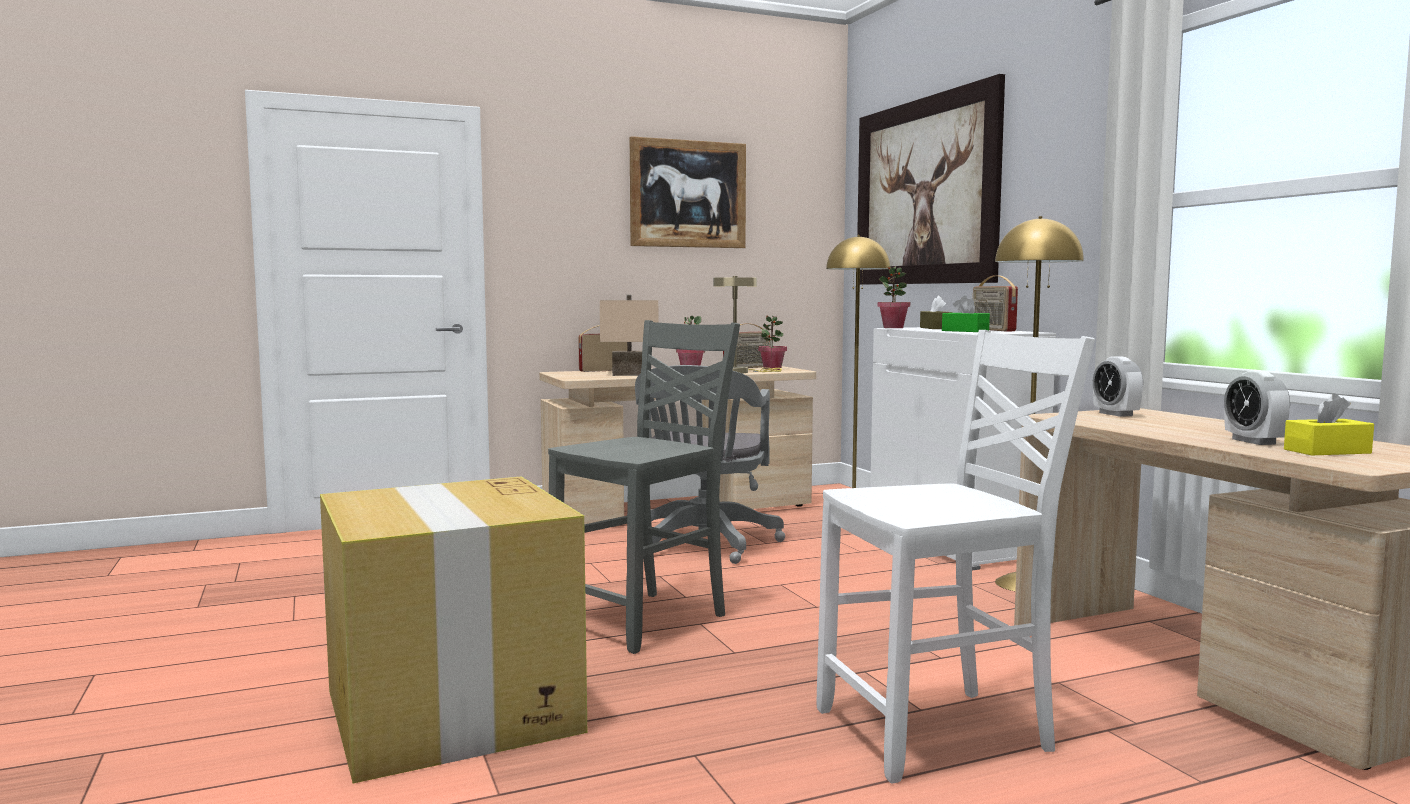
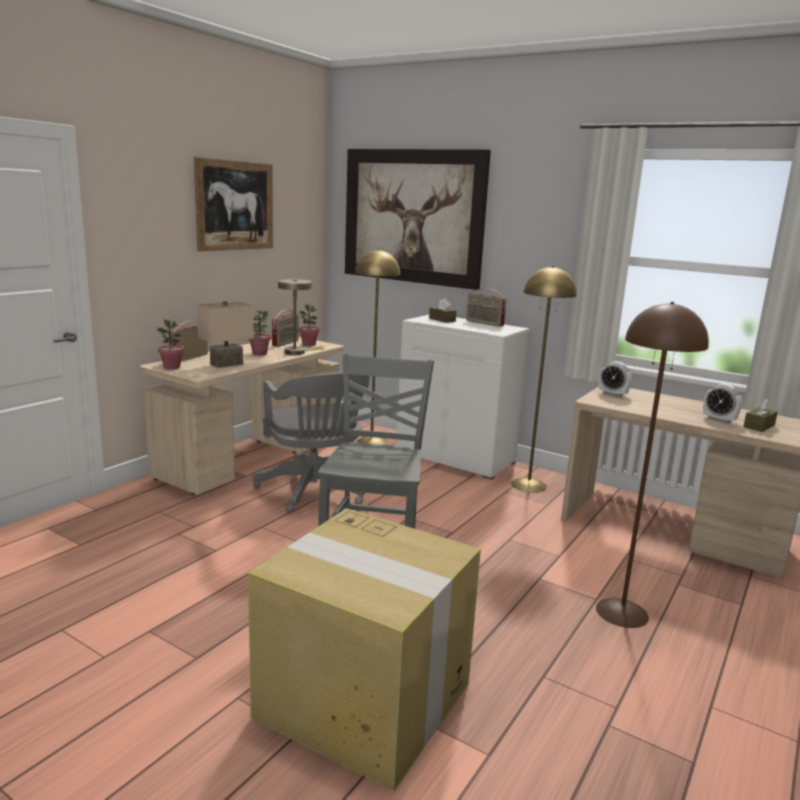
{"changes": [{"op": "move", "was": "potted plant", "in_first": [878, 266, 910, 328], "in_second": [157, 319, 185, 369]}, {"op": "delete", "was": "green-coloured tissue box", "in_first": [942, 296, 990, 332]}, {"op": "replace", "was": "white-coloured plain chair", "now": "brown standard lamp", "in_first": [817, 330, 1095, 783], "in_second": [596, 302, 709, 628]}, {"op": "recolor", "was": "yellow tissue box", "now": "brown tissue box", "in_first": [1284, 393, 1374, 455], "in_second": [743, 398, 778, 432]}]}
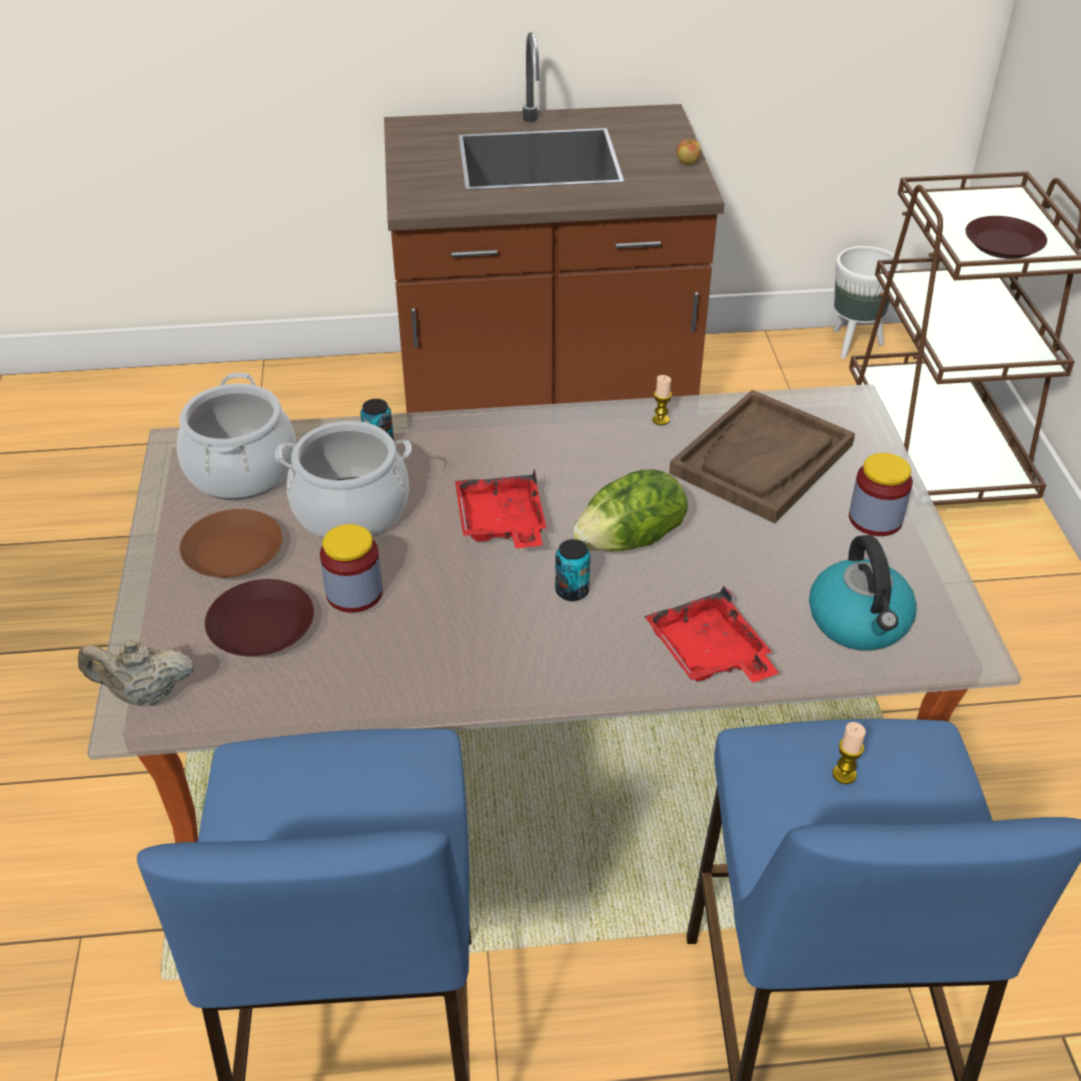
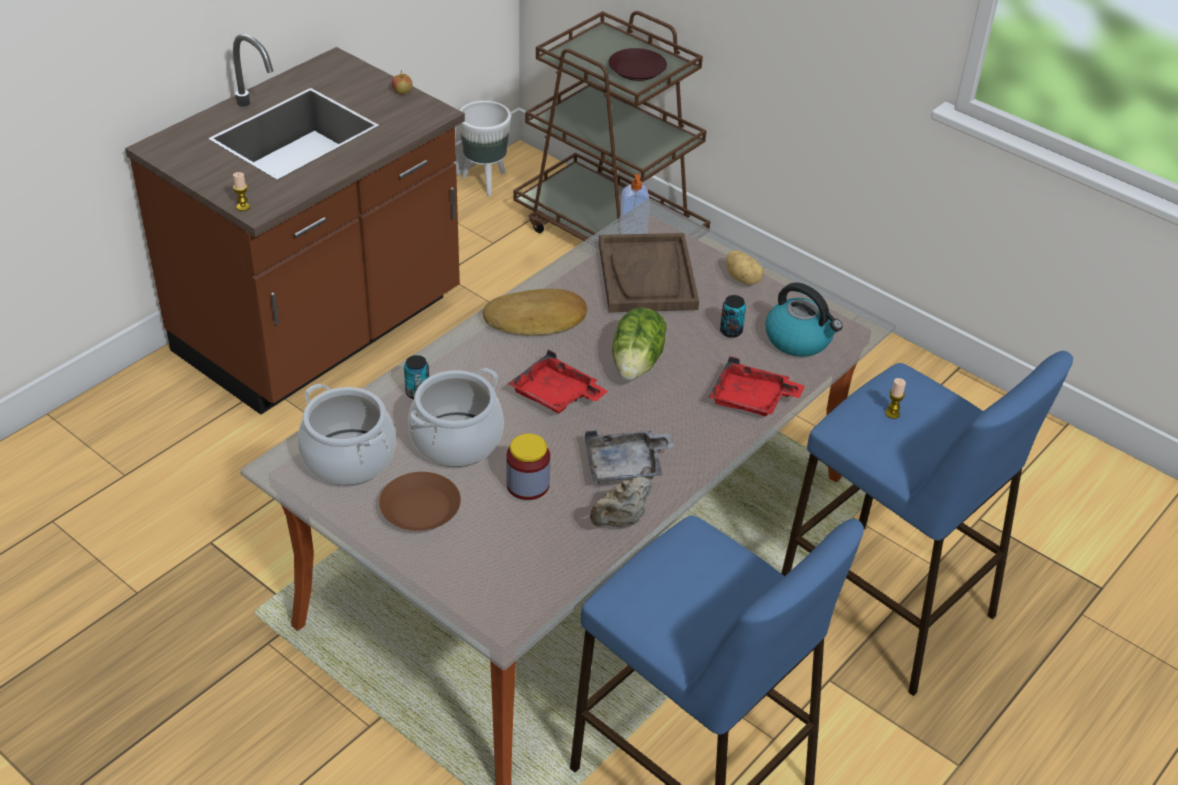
{"changes": [{"op": "move", "was": "candle", "in_first": [652, 375, 672, 425], "in_second": [233, 172, 250, 211]}, {"op": "replace", "was": "storage jar", "now": "whole potato", "in_first": [849, 453, 913, 536], "in_second": [726, 250, 764, 285]}, {"op": "move", "was": "metal can", "in_first": [555, 539, 590, 601], "in_second": [720, 295, 746, 338]}, {"op": "delete", "was": "brown flat dish", "in_first": [205, 579, 314, 656]}, {"op": "move", "was": "beige pot for tea", "in_first": [78, 640, 194, 706], "in_second": [590, 477, 652, 528]}, {"op": "insert", "now": "soap bottle", "in_second": [620, 174, 650, 234]}, {"op": "insert", "now": "baked bread", "in_second": [483, 289, 587, 336]}, {"op": "insert", "now": "grey serving tray", "in_second": [585, 430, 674, 485]}]}
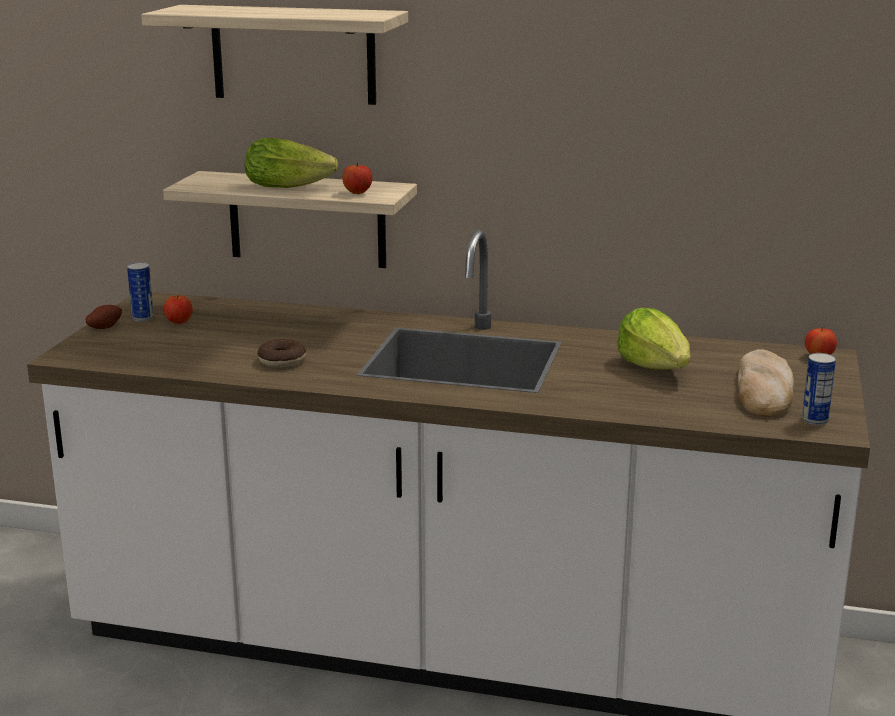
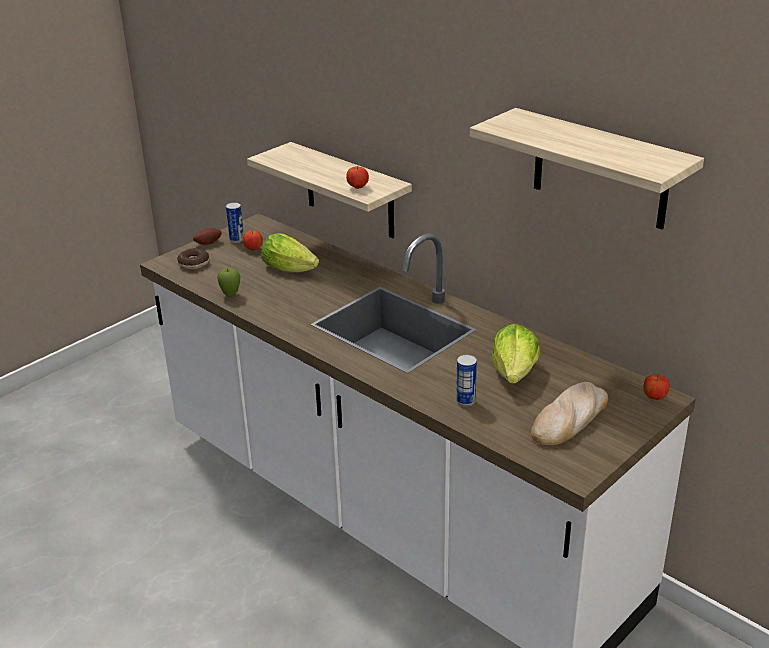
{"changes": [{"op": "move", "was": "bracket shelf", "in_first": [141, 5, 408, 105], "in_second": [470, 108, 704, 230]}, {"op": "move", "was": "head of lettuce", "in_first": [245, 138, 338, 188], "in_second": [261, 233, 319, 273]}, {"op": "move", "was": "ring doughnut", "in_first": [257, 339, 306, 368], "in_second": [177, 248, 209, 269]}, {"op": "move", "was": "metal can", "in_first": [802, 353, 836, 425], "in_second": [456, 354, 477, 407]}, {"op": "insert", "now": "apple", "in_second": [217, 267, 240, 297]}]}
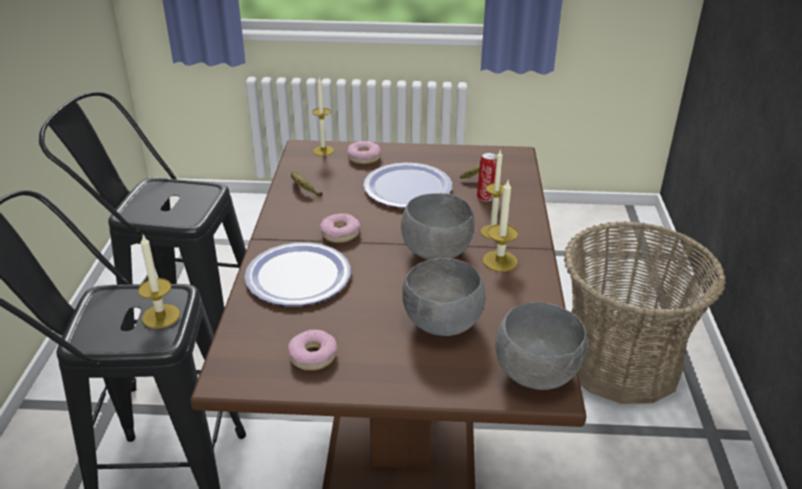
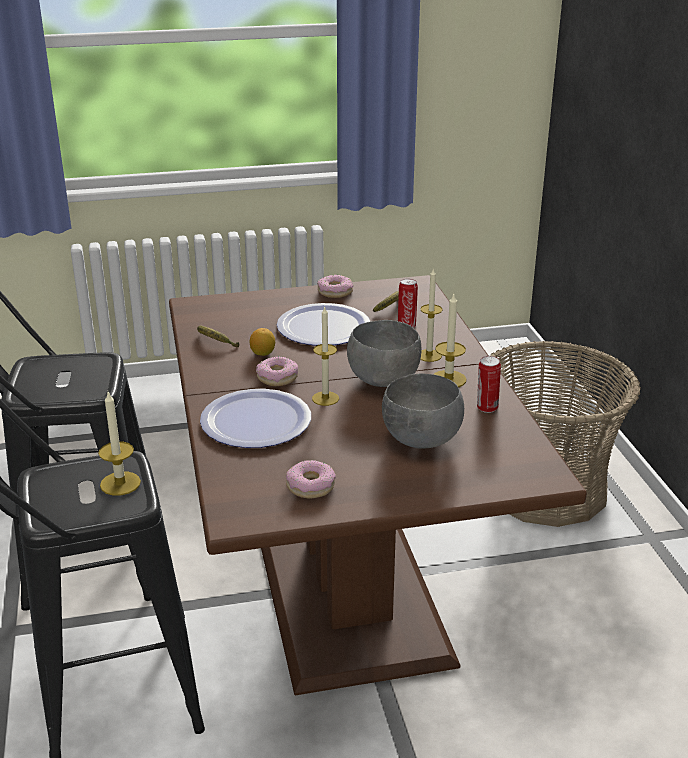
{"changes": [{"op": "move", "was": "candle", "in_first": [312, 77, 334, 156], "in_second": [312, 307, 339, 406]}, {"op": "move", "was": "ring doughnut", "in_first": [347, 141, 381, 164], "in_second": [317, 275, 353, 298]}, {"op": "delete", "was": "grey bowl", "in_first": [495, 302, 587, 390]}, {"op": "insert", "now": "citrus fruit", "in_second": [250, 328, 275, 356]}, {"op": "insert", "now": "metal can", "in_second": [477, 356, 501, 413]}]}
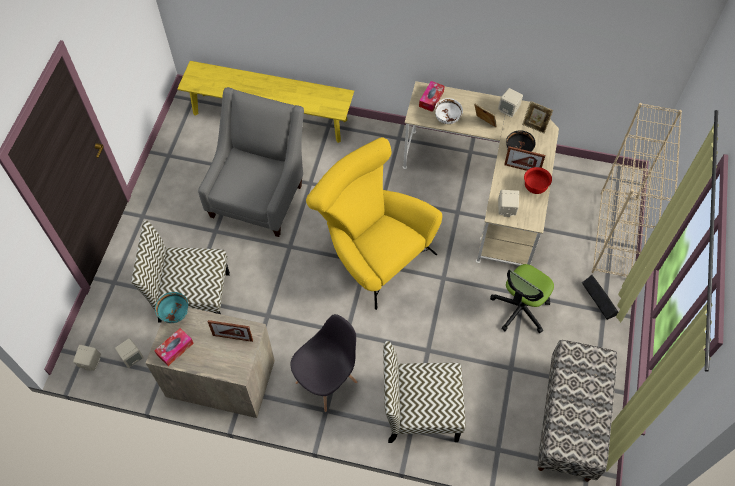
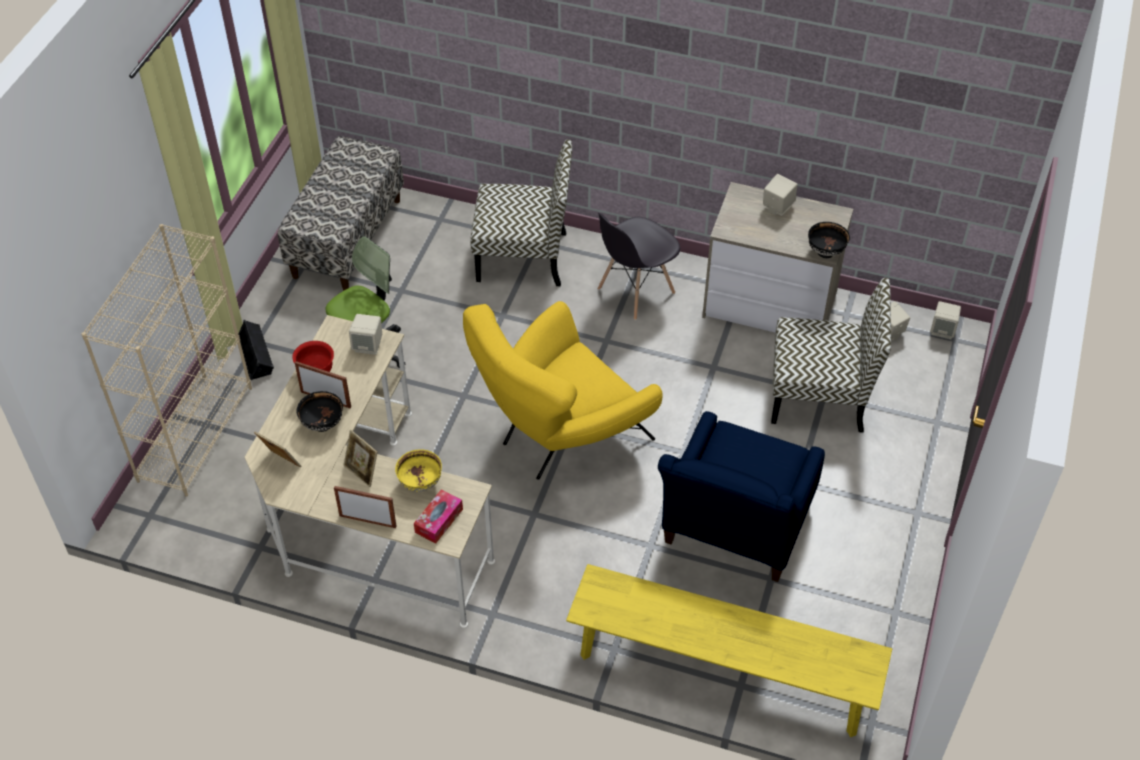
{"changes": [{"op": "recolor", "was": "grey armchair", "now": "blue armchair", "in_first": [198, 87, 304, 237], "in_second": [658, 411, 825, 582]}, {"op": "move", "was": "beige speaker", "in_first": [498, 88, 523, 117], "in_second": [763, 174, 797, 216]}, {"op": "recolor", "was": "white-coloured bowl", "now": "yellow bowl", "in_first": [435, 98, 463, 124], "in_second": [395, 449, 442, 492]}, {"op": "rotate", "was": "yellow armchair", "in_first": [306, 137, 442, 310], "in_second": [463, 301, 663, 480], "clockwise": 90}, {"op": "recolor", "was": "turquoise bowl", "now": "blackish bowl", "in_first": [155, 292, 188, 323], "in_second": [808, 222, 850, 258]}, {"op": "move", "was": "photo frame", "in_first": [208, 320, 253, 342], "in_second": [334, 486, 396, 528]}, {"op": "delete", "was": "tissue box", "in_first": [154, 328, 194, 366]}]}
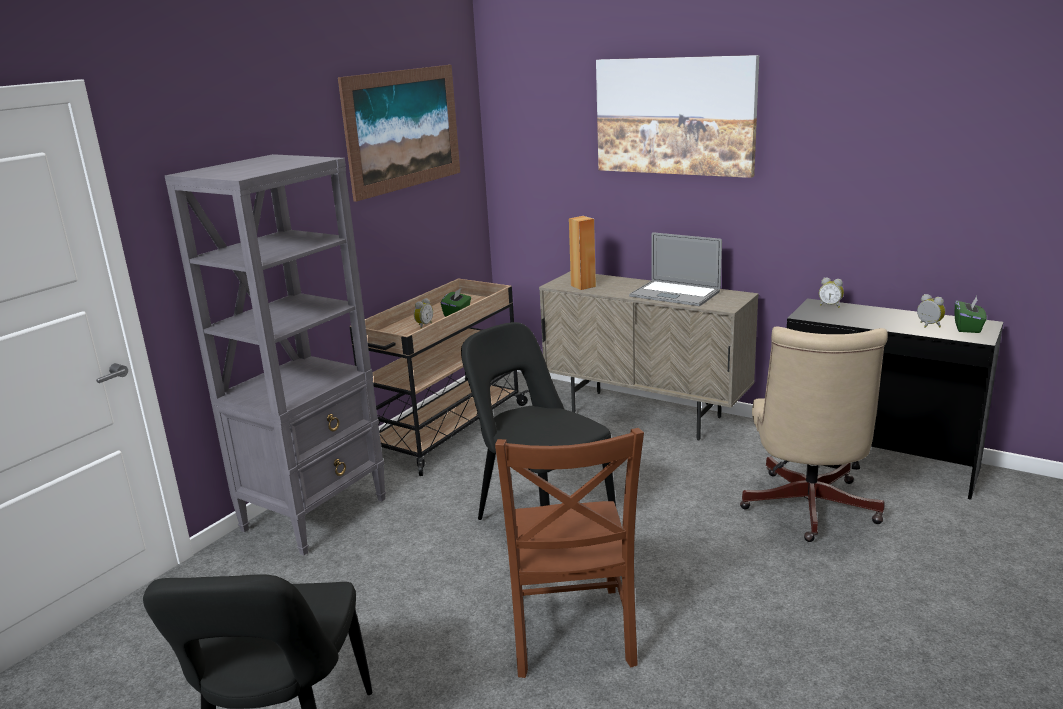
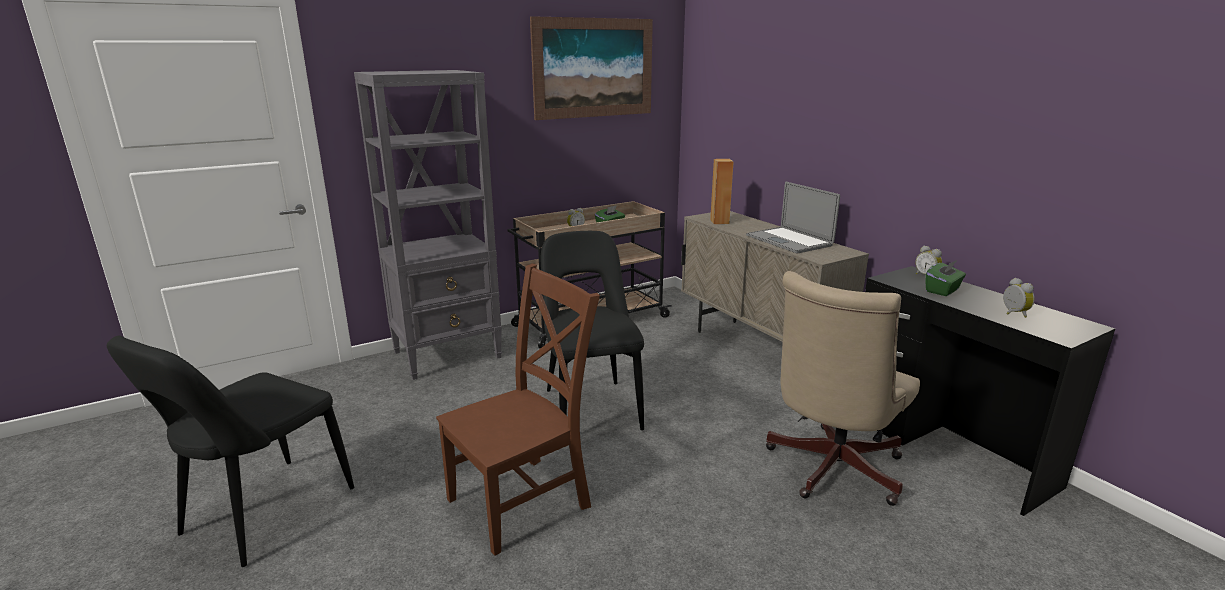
{"changes": [{"op": "delete", "was": "picture", "in_first": [596, 55, 759, 178]}, {"op": "move", "was": "green-coloured tissue box", "in_first": [955, 296, 987, 333], "in_second": [925, 260, 966, 296]}, {"op": "rotate", "was": "brown plain chair", "in_first": [495, 428, 644, 678], "in_second": [436, 264, 600, 556], "clockwise": -150}]}
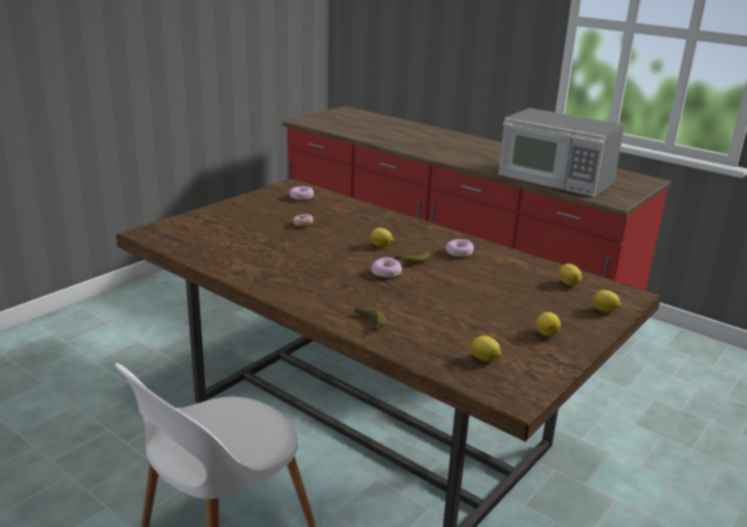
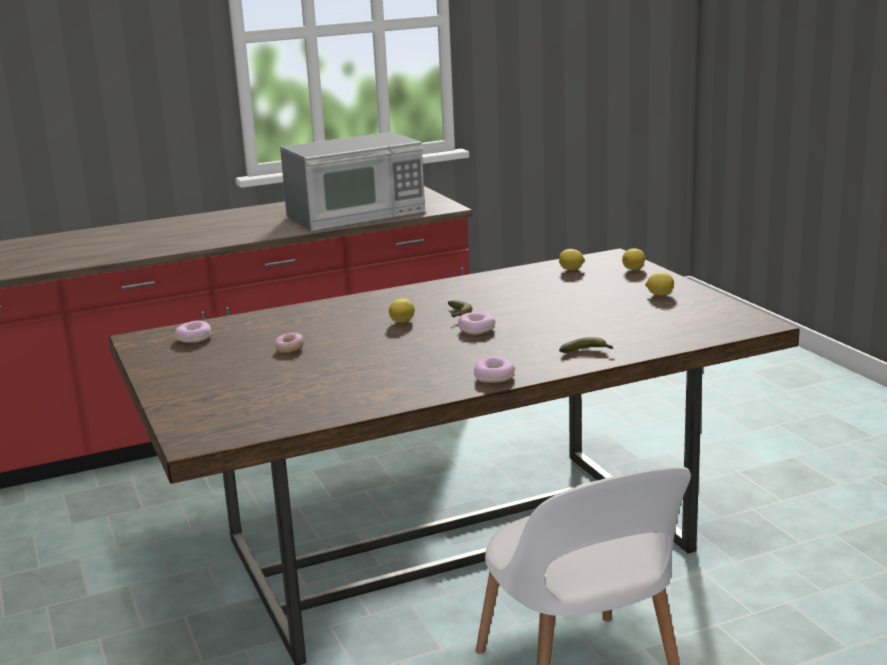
{"changes": [{"op": "move", "was": "ring doughnut", "in_first": [445, 239, 474, 257], "in_second": [474, 357, 515, 383]}, {"op": "delete", "was": "citrus fruit", "in_first": [471, 336, 501, 362]}]}
